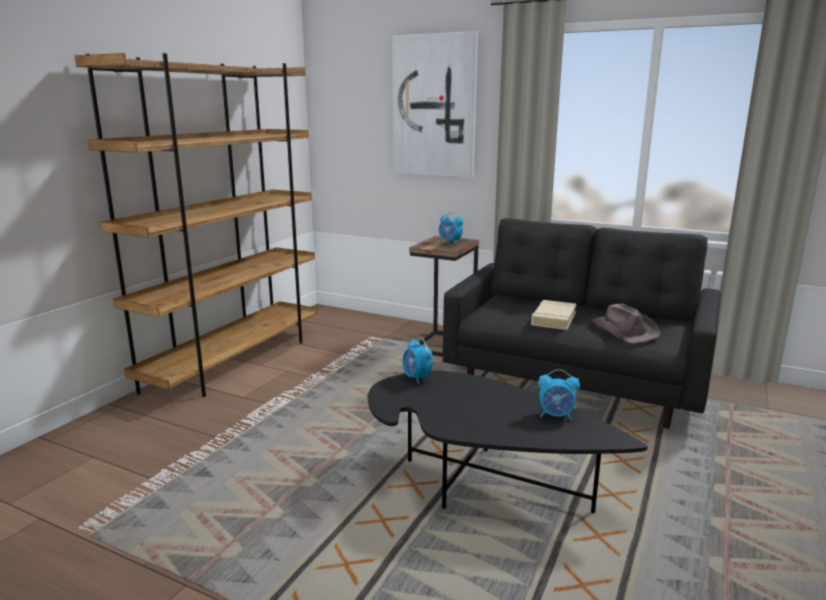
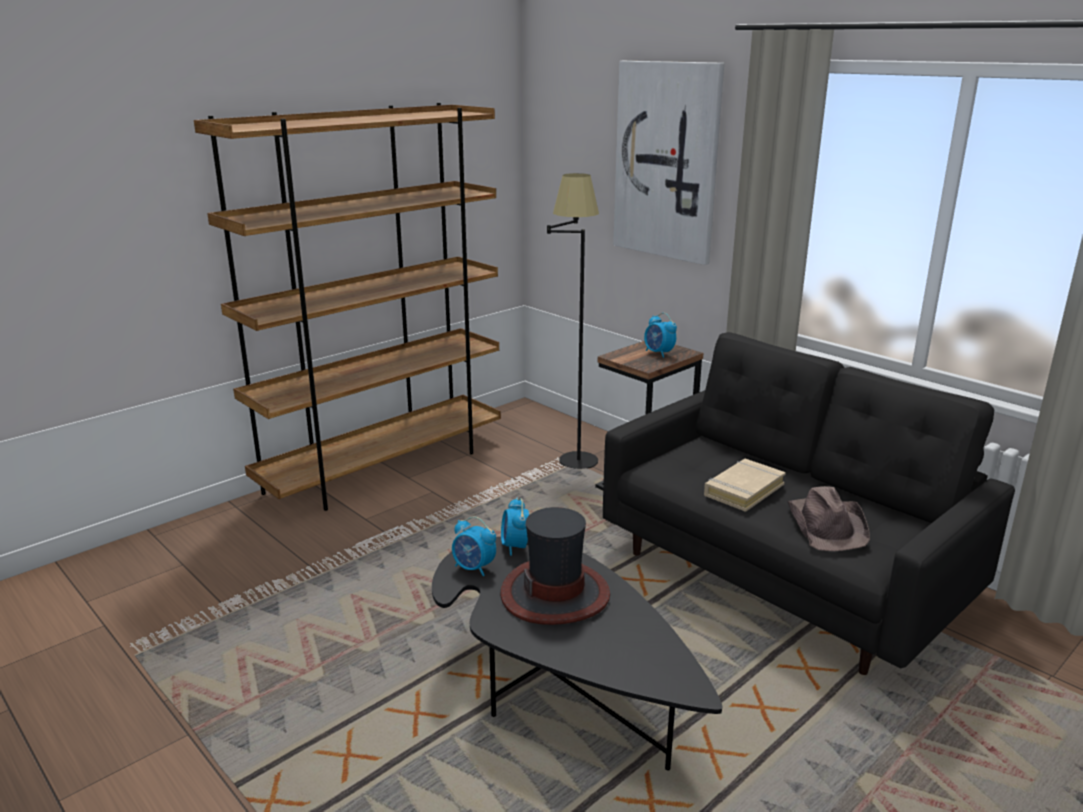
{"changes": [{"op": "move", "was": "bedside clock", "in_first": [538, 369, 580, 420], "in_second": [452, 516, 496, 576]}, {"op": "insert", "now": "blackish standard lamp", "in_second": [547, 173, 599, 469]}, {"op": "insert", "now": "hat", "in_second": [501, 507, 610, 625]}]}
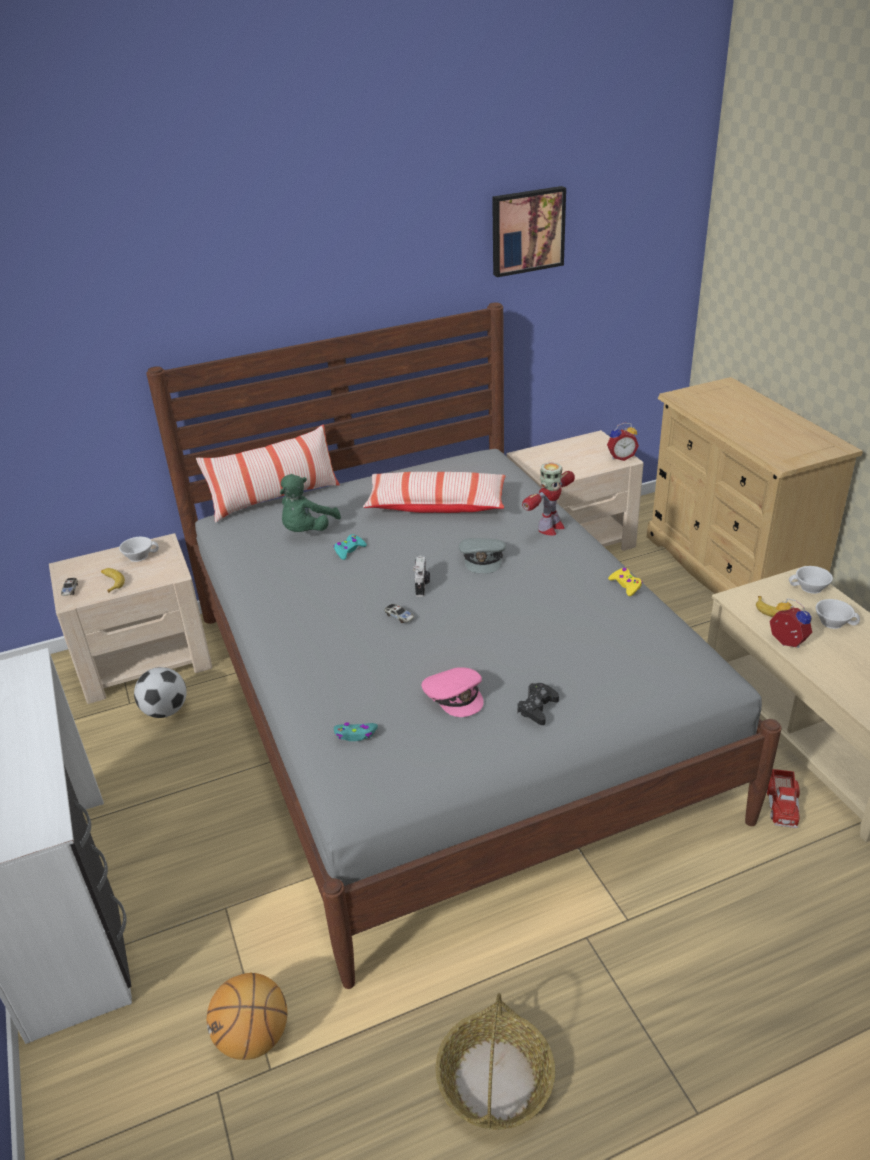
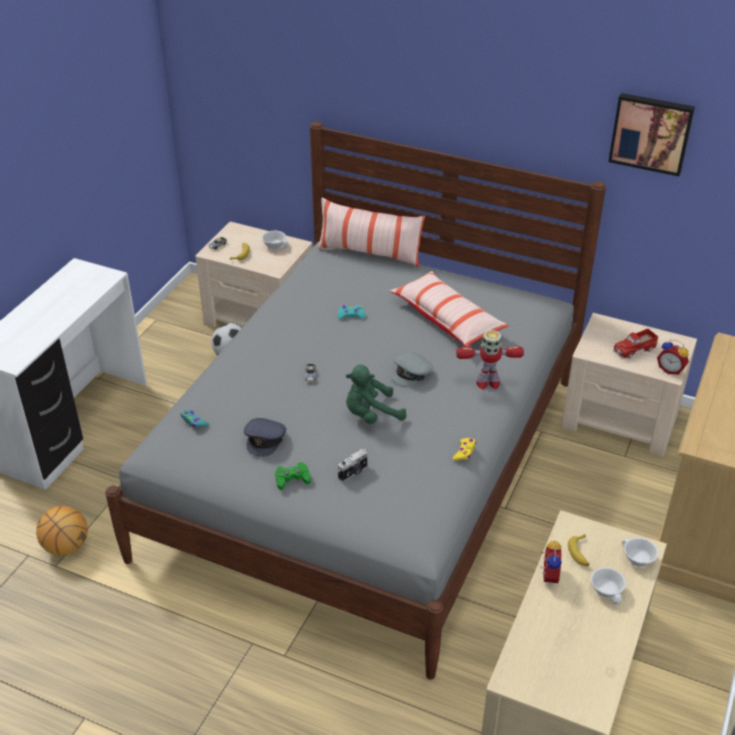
{"changes": [{"op": "move", "was": "green-coloured cuddly toy", "in_first": [280, 474, 341, 532], "in_second": [346, 365, 407, 424]}, {"op": "move", "was": "still camera", "in_first": [413, 556, 430, 597], "in_second": [338, 449, 367, 482]}, {"op": "recolor", "was": "pink baseball cap", "now": "grey baseball cap", "in_first": [421, 667, 484, 717], "in_second": [244, 418, 286, 457]}, {"op": "recolor", "was": "blackish joypad", "now": "green-coloured joypad", "in_first": [517, 683, 559, 725], "in_second": [275, 462, 311, 490]}, {"op": "move", "was": "toy truck", "in_first": [767, 769, 800, 828], "in_second": [613, 329, 658, 359]}, {"op": "delete", "was": "storage basket", "in_first": [436, 993, 555, 1130]}]}
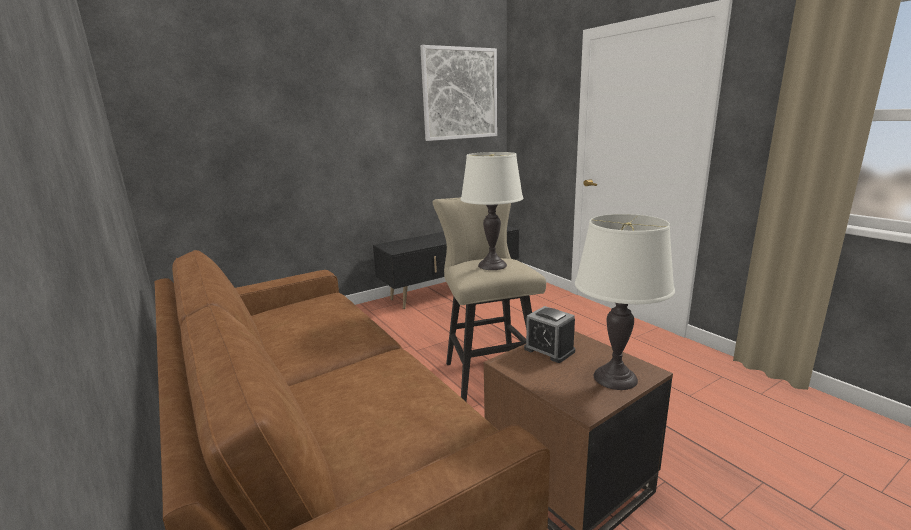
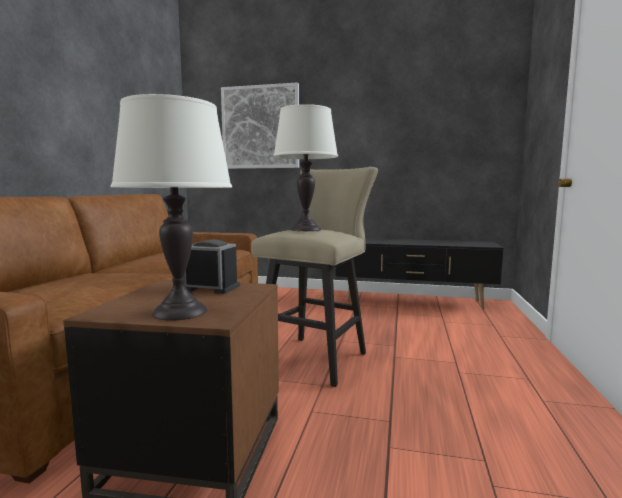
{"changes": [{"op": "move", "was": "picture", "in_first": [420, 45, 497, 141], "in_second": [221, 82, 299, 169]}, {"op": "rotate", "was": "bedside clock", "in_first": [524, 306, 575, 363], "in_second": [184, 240, 240, 294], "clockwise": 105}]}
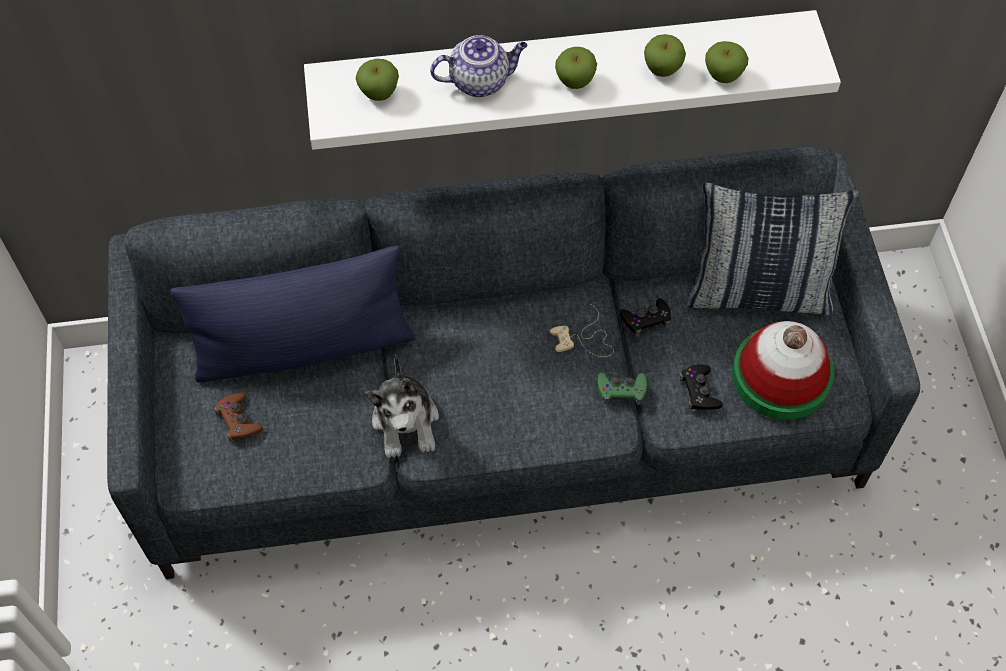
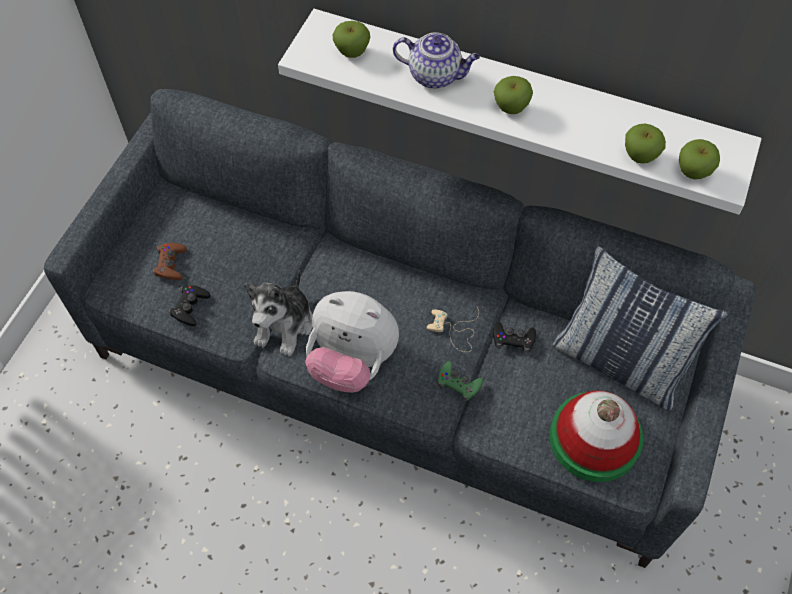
{"changes": [{"op": "move", "was": "apple", "in_first": [644, 34, 686, 77], "in_second": [679, 139, 720, 180]}, {"op": "delete", "was": "blue cushion", "in_first": [170, 246, 414, 383]}, {"op": "move", "was": "blackish joypad", "in_first": [679, 365, 723, 410], "in_second": [169, 285, 211, 327]}, {"op": "insert", "now": "cuddly toy", "in_second": [305, 291, 399, 393]}]}
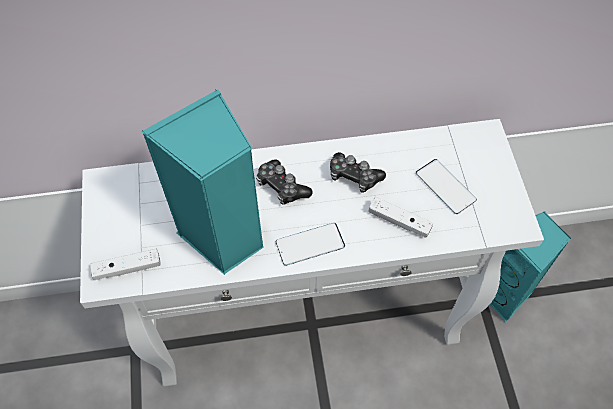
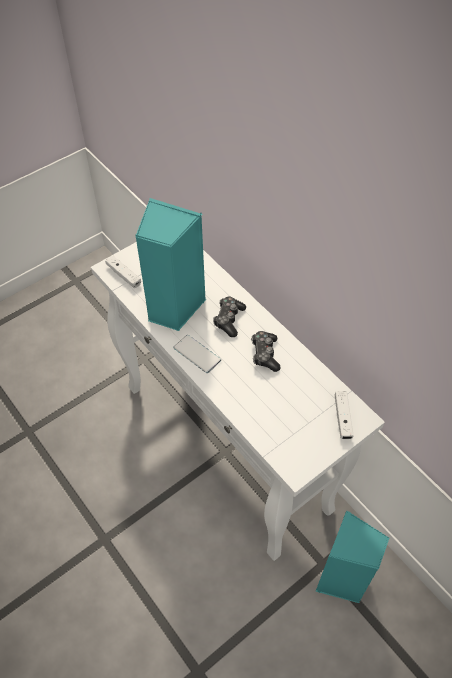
{"changes": [{"op": "delete", "was": "telephone", "in_first": [416, 159, 477, 214]}, {"op": "move", "was": "white-coloured joypad", "in_first": [369, 197, 433, 238], "in_second": [335, 391, 354, 439]}]}
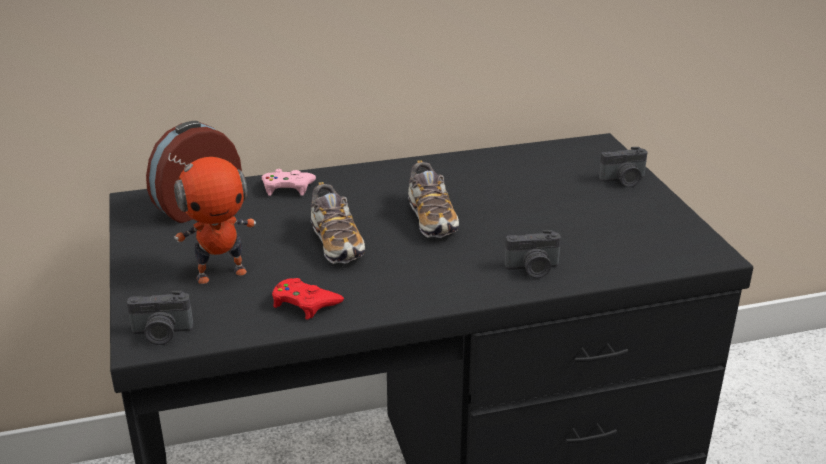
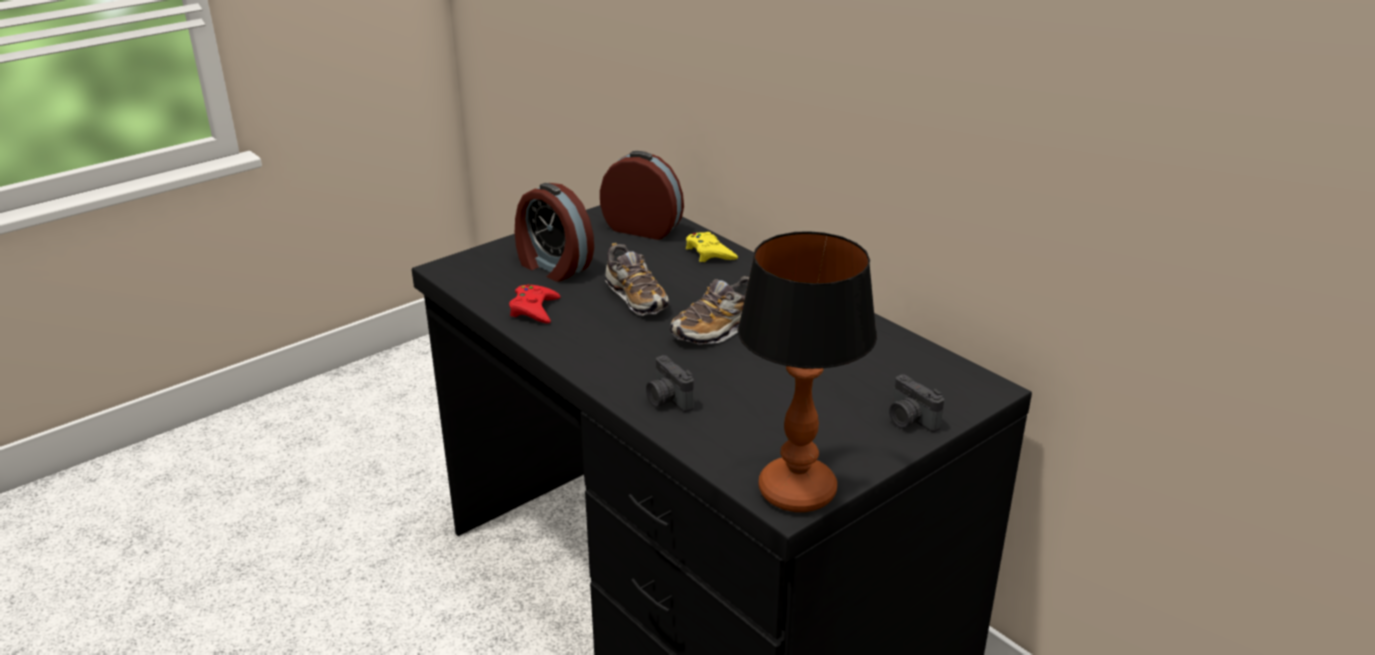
{"changes": [{"op": "replace", "was": "model robot", "now": "bedside clock", "in_first": [168, 153, 256, 284], "in_second": [515, 183, 594, 282]}, {"op": "recolor", "was": "pink joypad", "now": "yellow joypad", "in_first": [262, 169, 316, 196], "in_second": [686, 232, 738, 262]}, {"op": "rotate", "was": "item of footwear", "in_first": [311, 182, 365, 264], "in_second": [605, 243, 669, 316], "clockwise": -75}, {"op": "delete", "was": "still camera", "in_first": [127, 291, 193, 345]}, {"op": "insert", "now": "tabletop lamp", "in_second": [738, 231, 877, 512]}]}
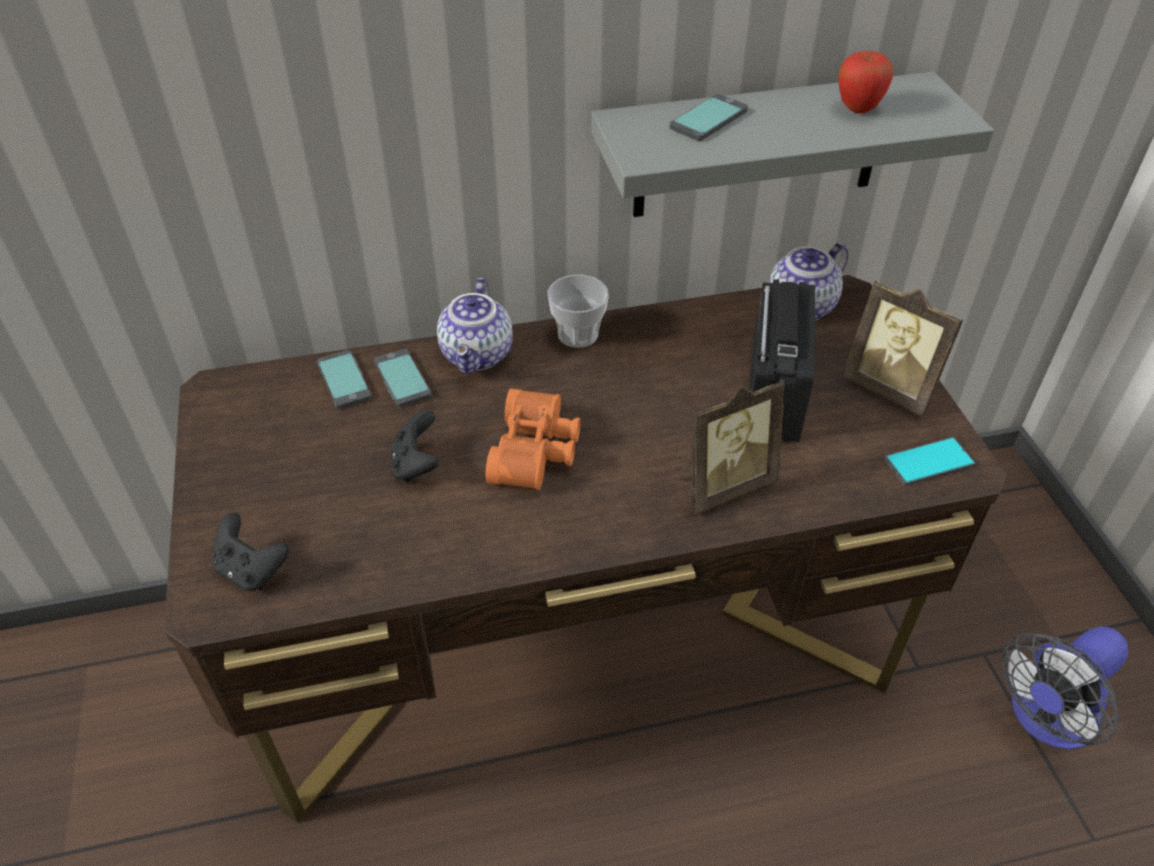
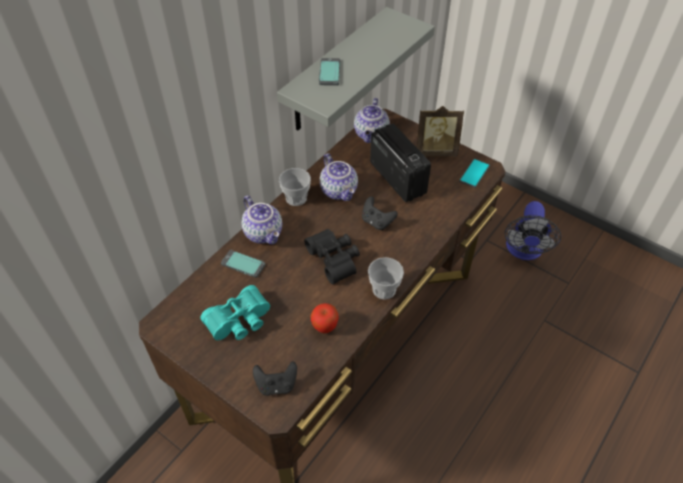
{"changes": [{"op": "move", "was": "apple", "in_first": [839, 51, 893, 113], "in_second": [310, 303, 339, 333]}, {"op": "delete", "was": "telephone", "in_first": [317, 350, 372, 409]}, {"op": "delete", "was": "photo frame", "in_first": [680, 379, 785, 514]}, {"op": "recolor", "was": "orangey field glasses", "now": "blackish field glasses", "in_first": [486, 389, 580, 490], "in_second": [304, 229, 360, 285]}, {"op": "move", "was": "blackish joypad", "in_first": [391, 410, 439, 483], "in_second": [362, 196, 398, 230]}, {"op": "insert", "now": "pot for tea", "in_second": [320, 153, 358, 201]}, {"op": "insert", "now": "cup", "in_second": [368, 257, 404, 300]}, {"op": "insert", "now": "turquoise field glasses", "in_second": [200, 285, 270, 340]}]}
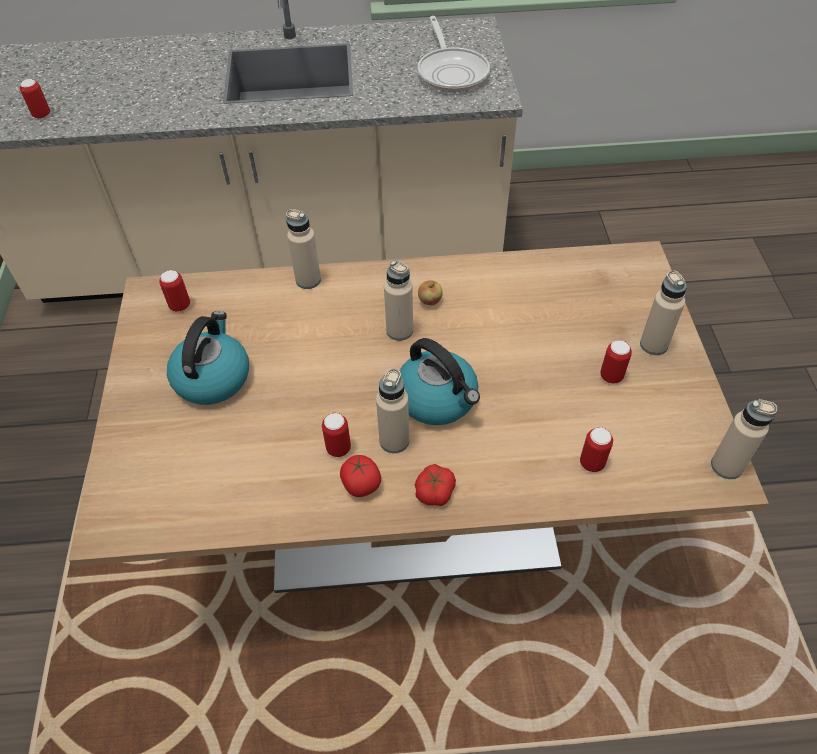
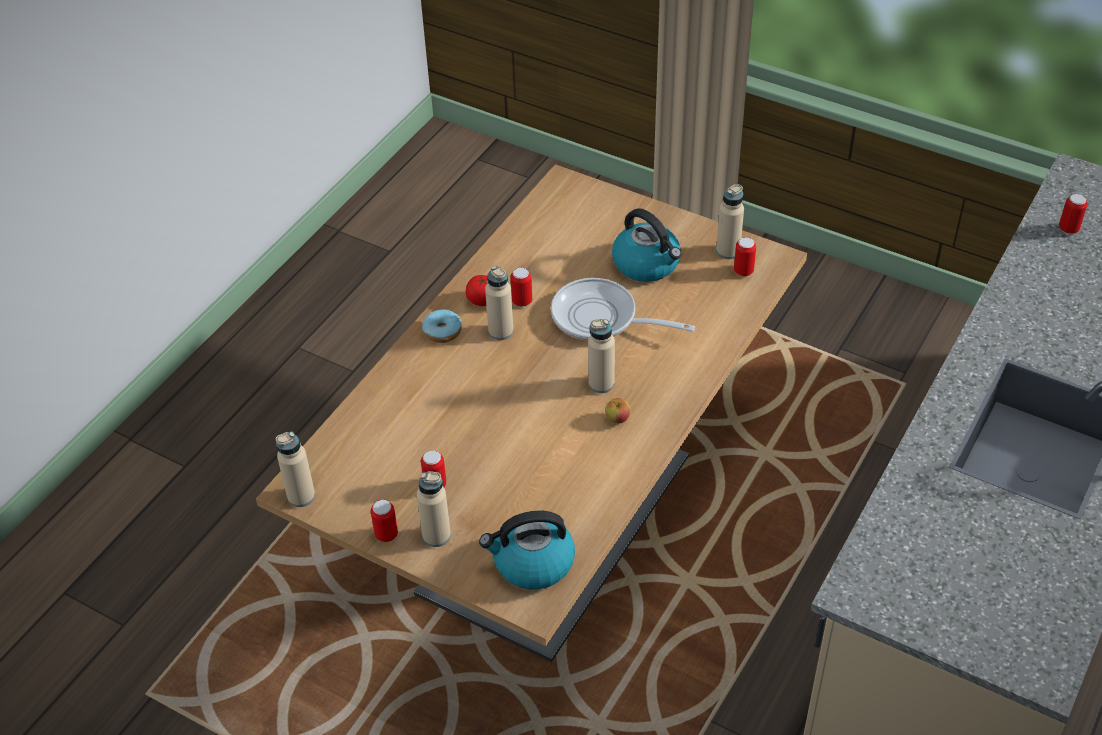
{"changes": [{"op": "move", "was": "pan", "in_first": [418, 16, 490, 92], "in_second": [551, 278, 695, 341]}, {"op": "move", "was": "beige beverage bottle", "in_first": [286, 209, 321, 289], "in_second": [716, 184, 744, 259]}, {"op": "move", "was": "kettle", "in_first": [400, 338, 480, 425], "in_second": [479, 511, 575, 590]}, {"op": "move", "was": "metal can", "in_first": [580, 427, 613, 472], "in_second": [371, 500, 398, 542]}, {"op": "replace", "was": "whole tomato", "now": "ring doughnut", "in_first": [415, 464, 456, 506], "in_second": [422, 309, 462, 343]}]}
